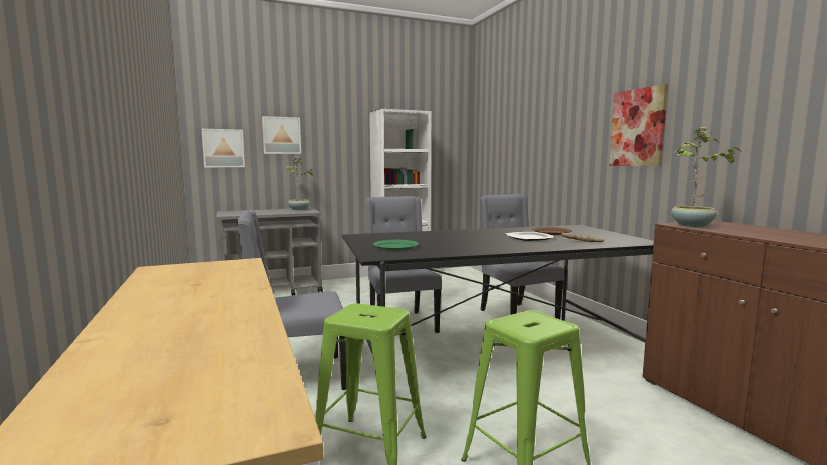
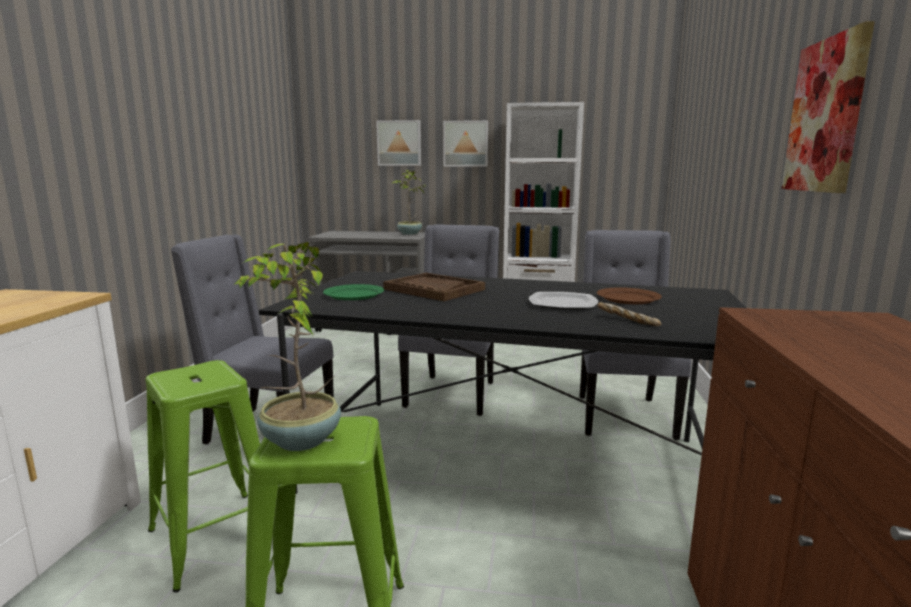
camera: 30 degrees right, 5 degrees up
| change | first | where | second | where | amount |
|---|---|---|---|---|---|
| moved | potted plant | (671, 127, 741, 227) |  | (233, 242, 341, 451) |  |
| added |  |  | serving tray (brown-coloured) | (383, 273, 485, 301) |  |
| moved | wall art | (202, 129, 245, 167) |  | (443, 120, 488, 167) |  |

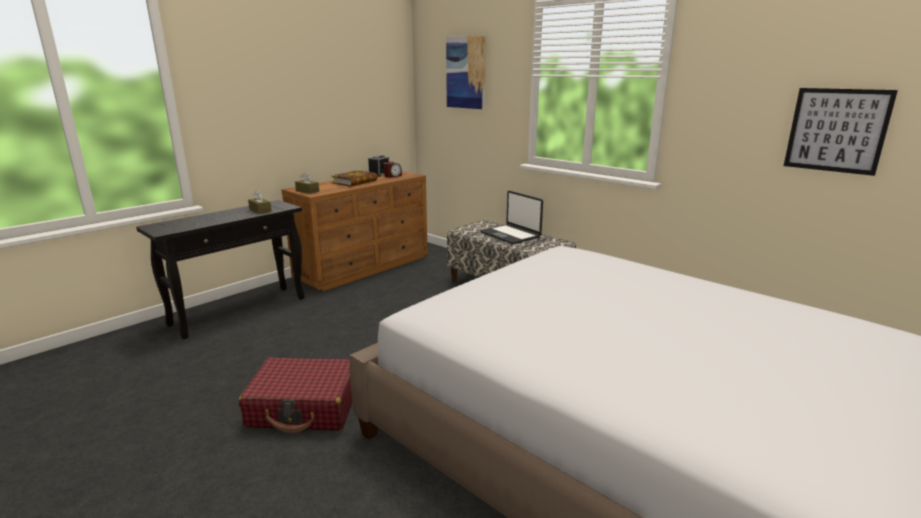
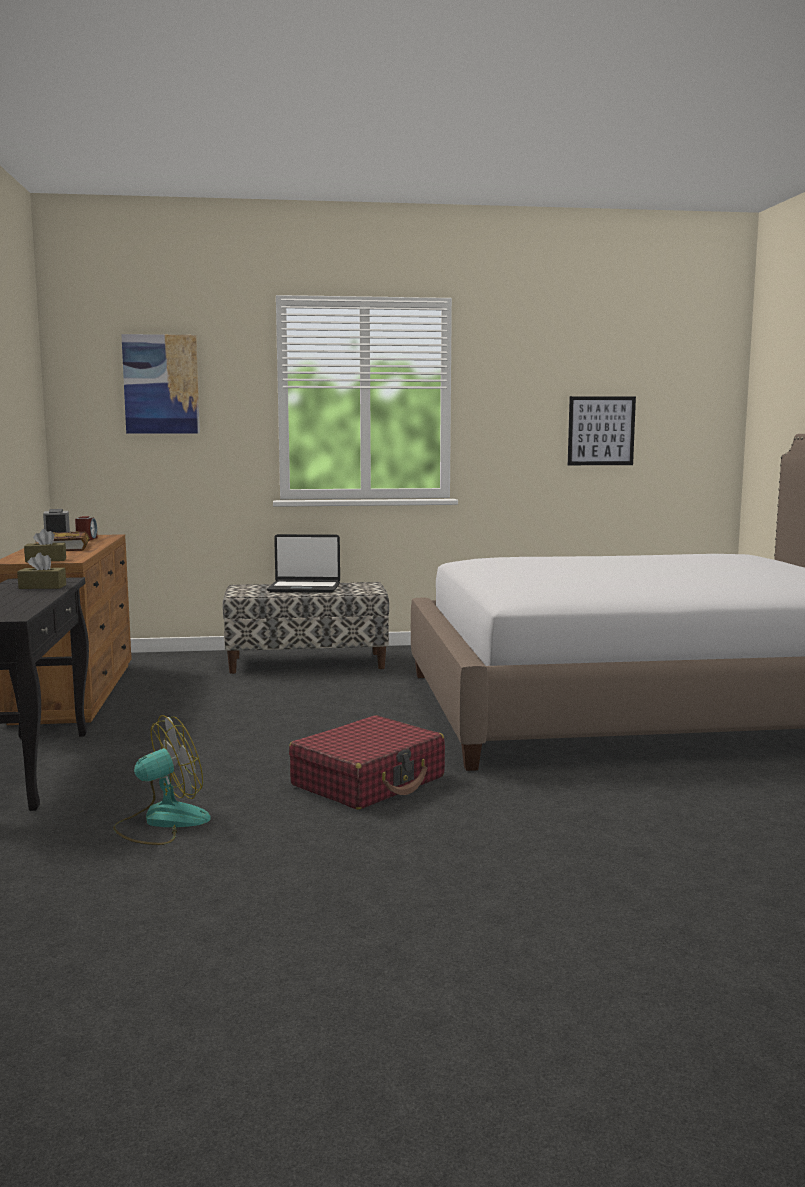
camera: 50 degrees left, 10 degrees down
| change | first | where | second | where | amount |
|---|---|---|---|---|---|
| added |  |  | cooling fan | (113, 715, 211, 845) |  |

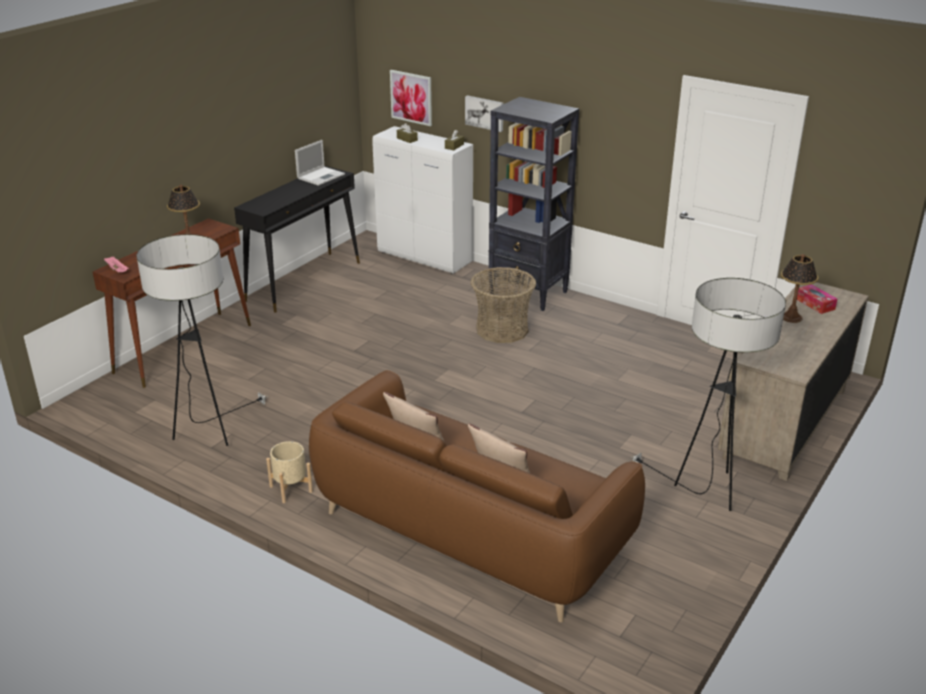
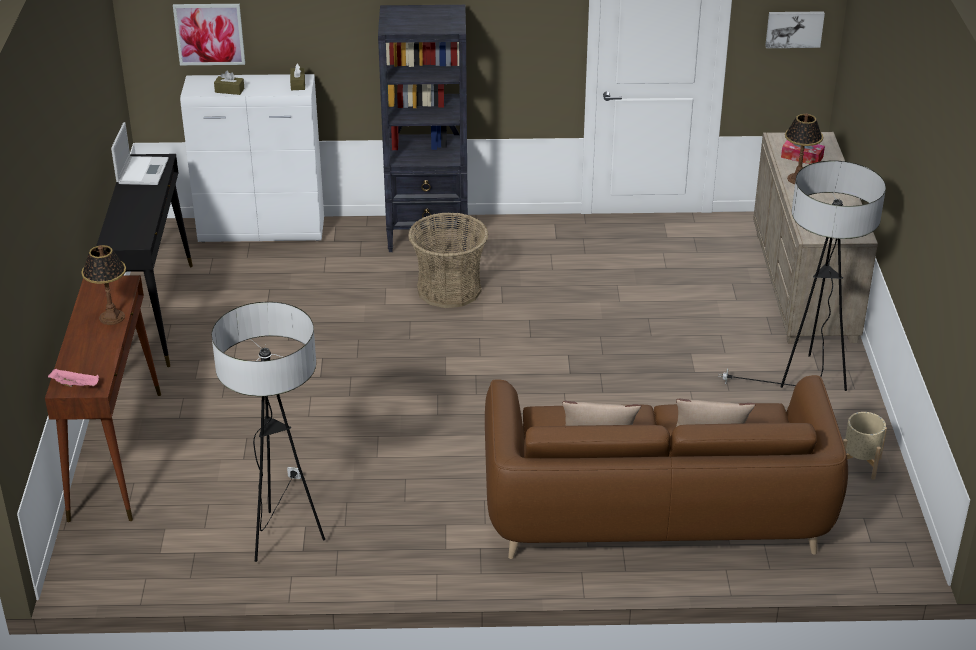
camera: 35 degrees left, 5 degrees up
| change | first | where | second | where | amount |
|---|---|---|---|---|---|
| moved | wall art | (465, 95, 504, 132) |  | (765, 11, 825, 48) |  |
| moved | flower pot (beige) | (266, 441, 313, 503) |  | (843, 412, 887, 479) |  |

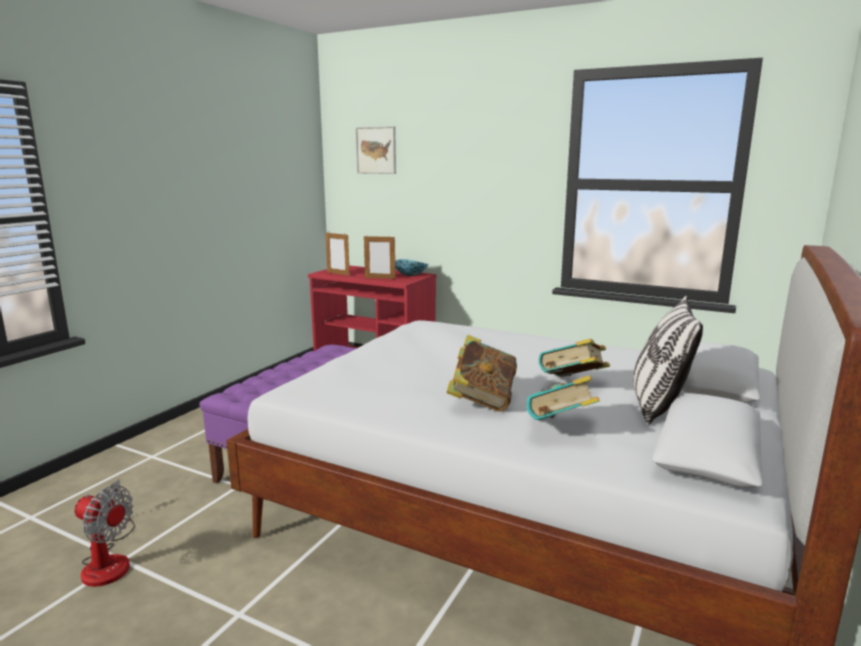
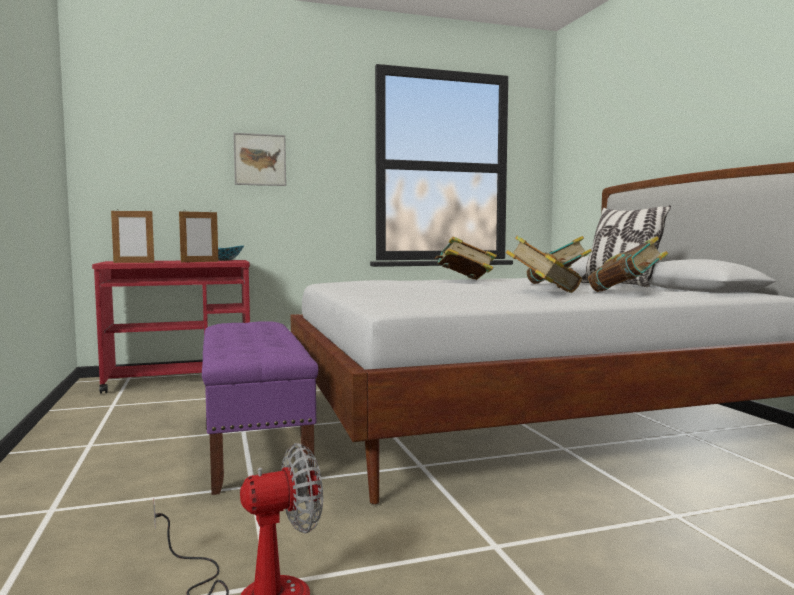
camera: 45 degrees left, 10 degrees down
| change | first | where | second | where | amount |
|---|---|---|---|---|---|
| moved | wall art | (356, 126, 396, 174) |  | (233, 133, 286, 186) |  |
| added |  |  | book | (436, 236, 497, 280) |  |

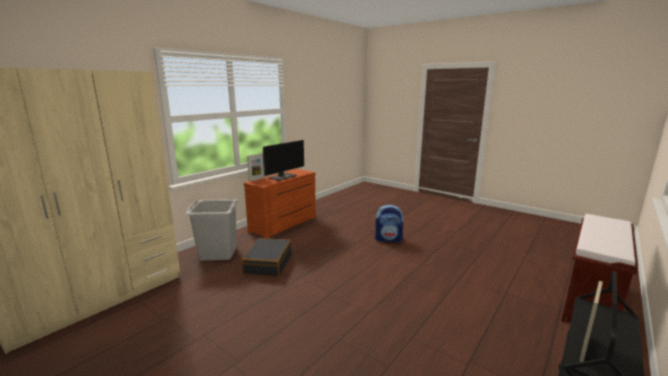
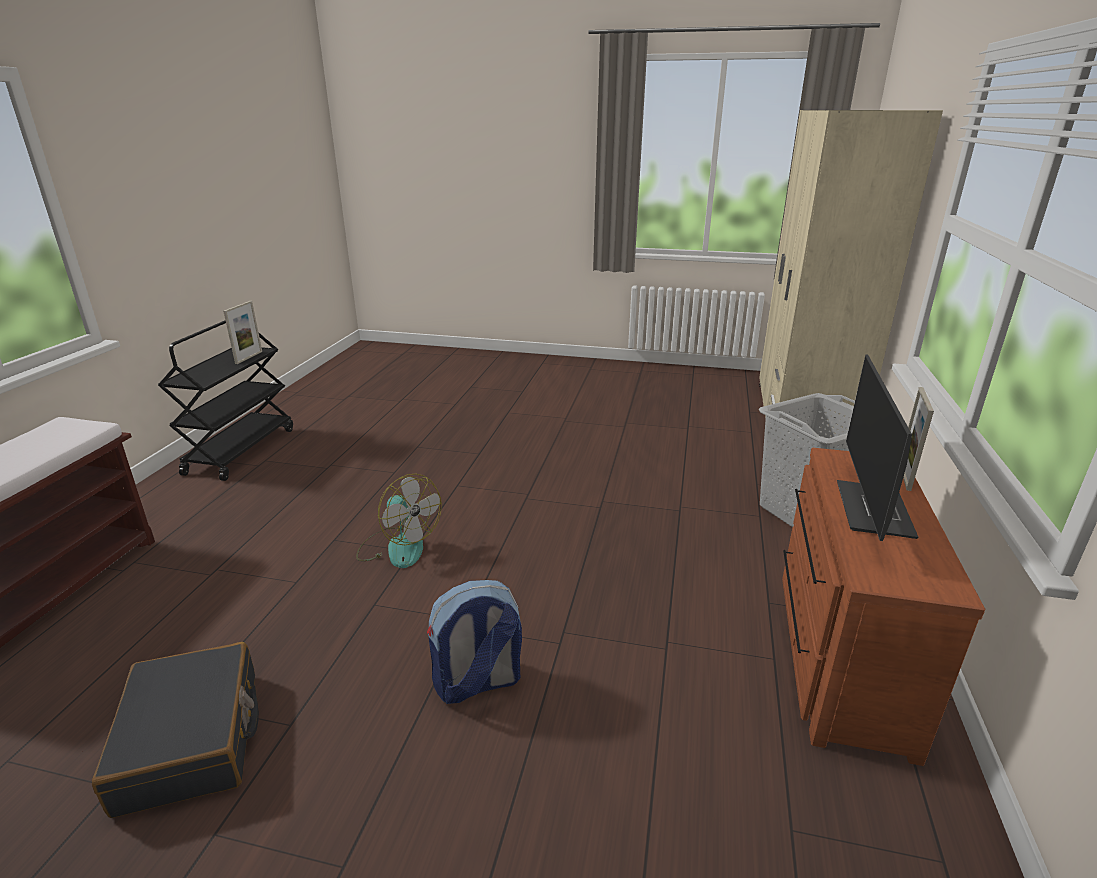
camera: 155 degrees right, 10 degrees up
| change | first | where | second | where | amount |
|---|---|---|---|---|---|
| moved | piece of luggage (black-coloured) | (242, 238, 292, 277) |  | (92, 642, 259, 818) |  |
| added |  |  | cooling fan | (356, 474, 442, 568) |  |

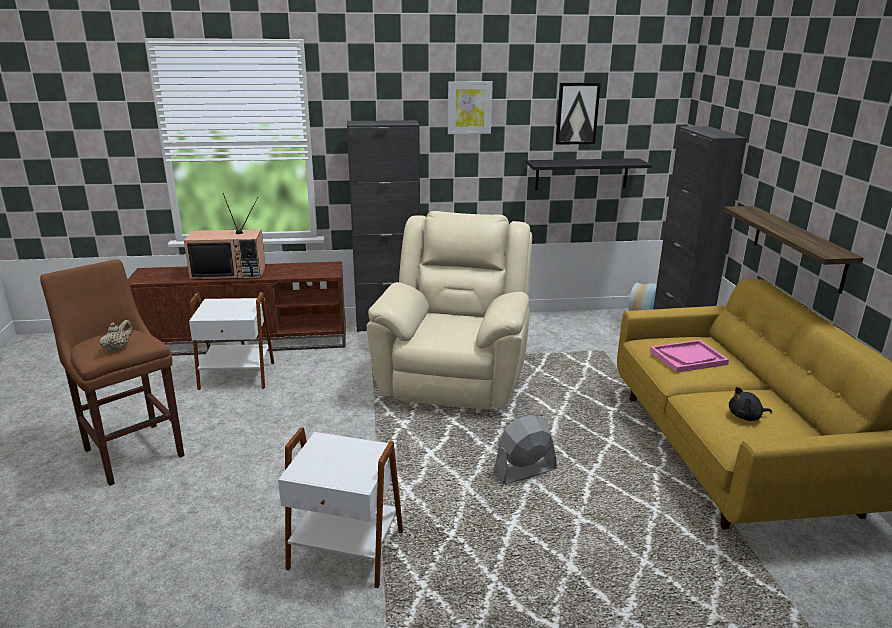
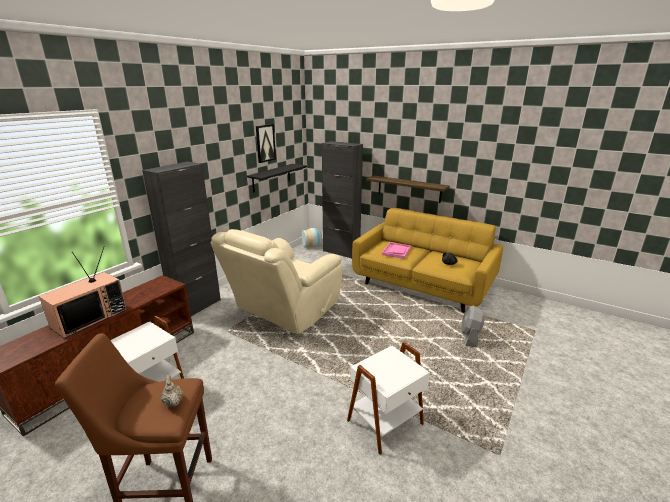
camera: 50 degrees left, 0 degrees up
| change | first | where | second | where | amount |
|---|---|---|---|---|---|
| turned | easy chair (beige) | (367, 211, 532, 413) |  | (211, 229, 343, 334) | 105 degrees counterclockwise |
| moved | cooling fan (gray) | (493, 415, 557, 485) |  | (461, 305, 484, 348) |  |
| removed | wall art | (448, 81, 493, 134) |  |  |  |

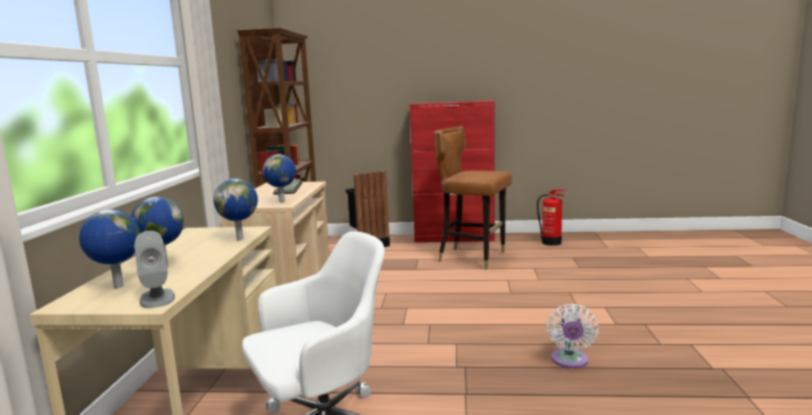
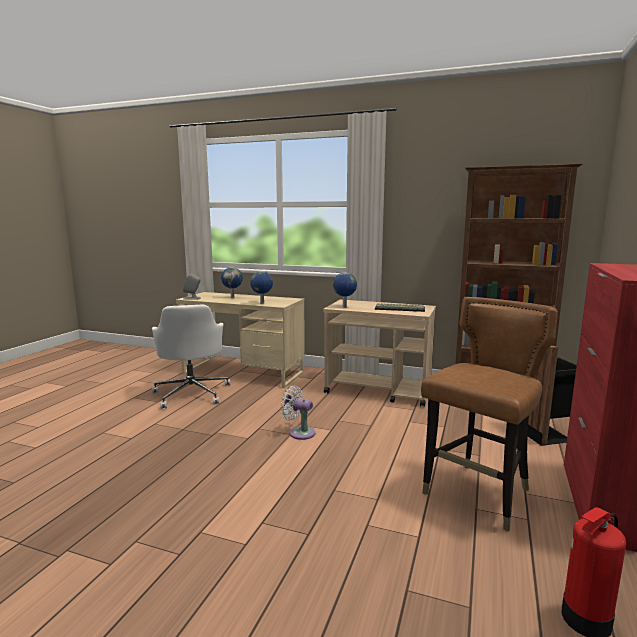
camera: 105 degrees right, 0 degrees up
| change | first | where | second | where | amount |
|---|---|---|---|---|---|
| moved | cooling fan (whitish) | (546, 304, 598, 368) |  | (281, 385, 315, 440) |  |
| removed | world globe | (79, 210, 141, 288) |  |  |  |

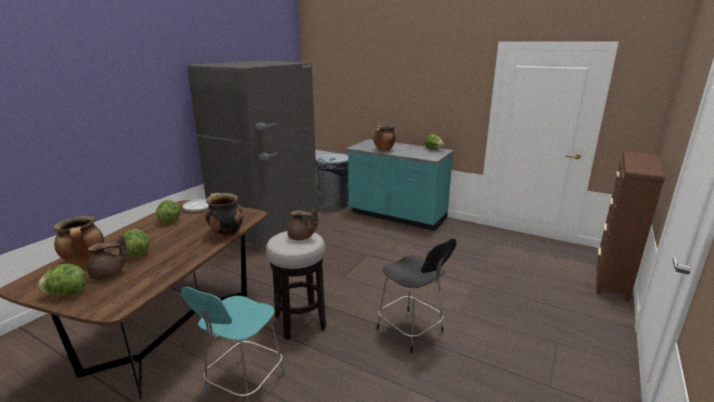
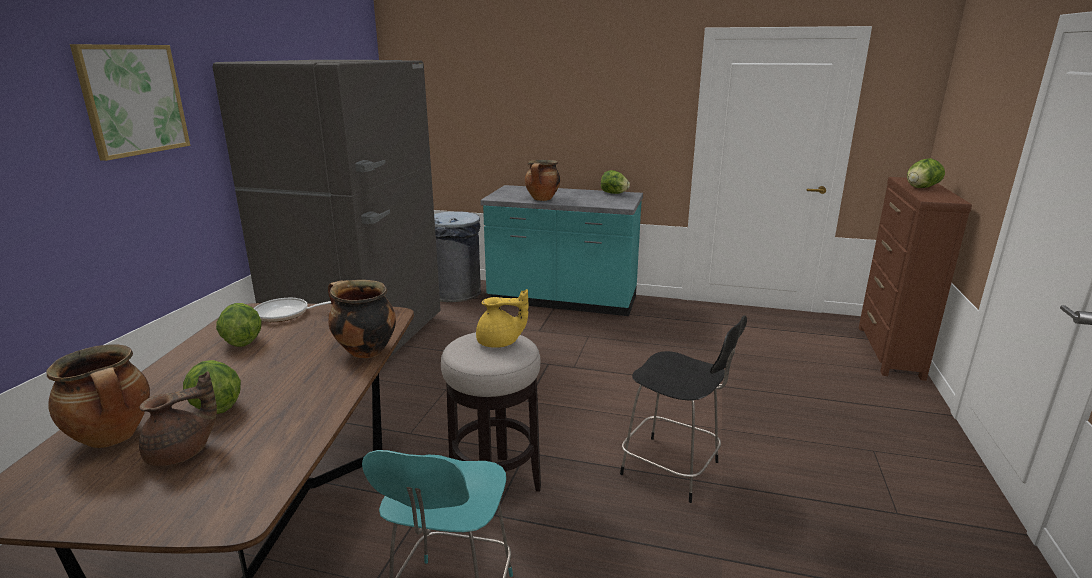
camera: 15 degrees left, 0 degrees up
| change | first | where | second | where | amount |
|---|---|---|---|---|---|
| added |  |  | wall art | (70, 44, 190, 161) |  |
| recoloured | tea pot (brown-coloured) | (287, 208, 318, 240) | tea pot (yellow) | (476, 289, 528, 348) |  |
| moved | lettuce | (38, 263, 86, 295) |  | (907, 158, 945, 188) |  |

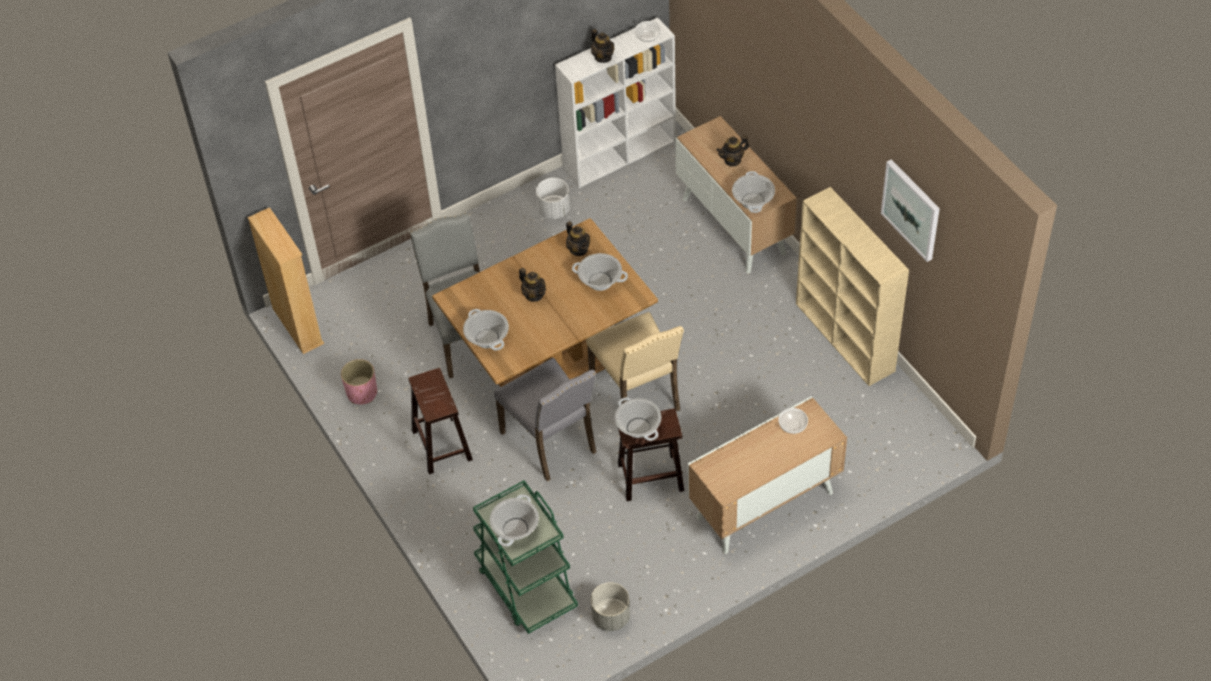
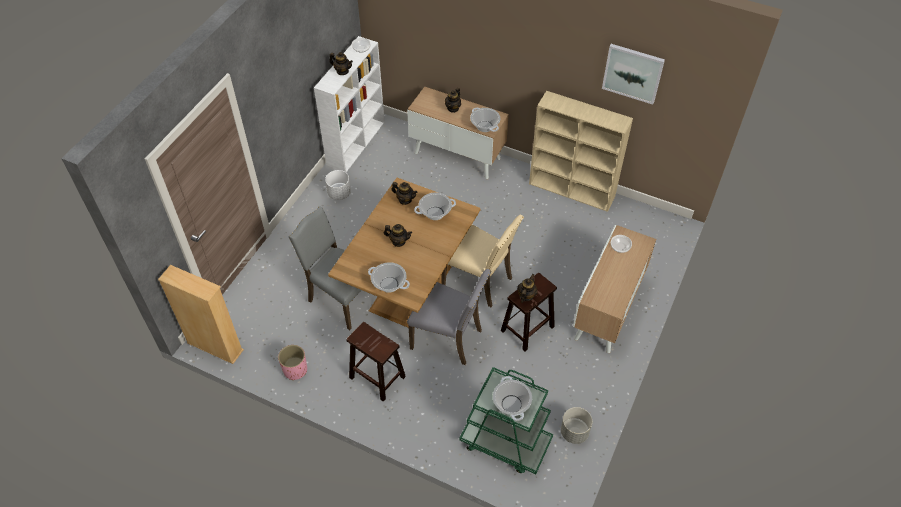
camera: 35 degrees left, 0 degrees up
| change | first | where | second | where | amount |
|---|---|---|---|---|---|
| replaced | cooking pot | (615, 397, 662, 441) | tea pot | (517, 274, 537, 303) |  |

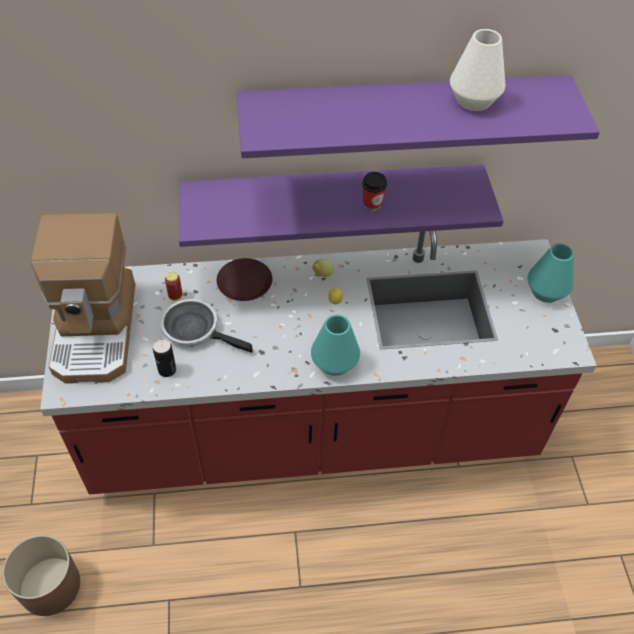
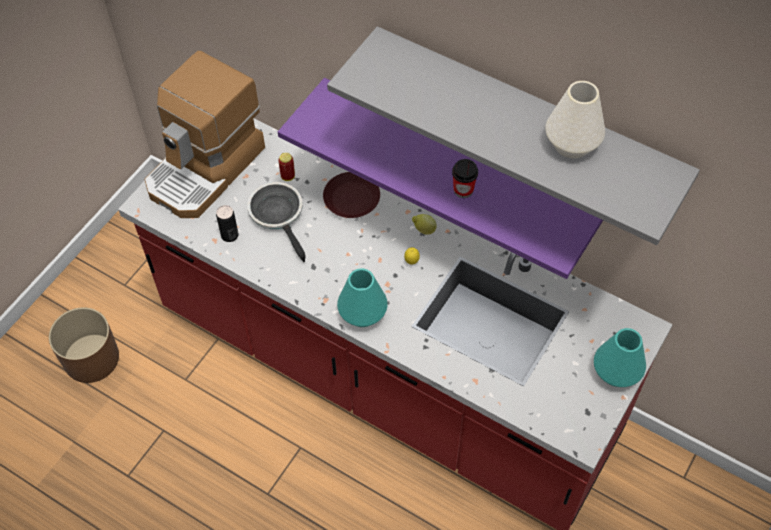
camera: 40 degrees right, 5 degrees up
| change | first | where | second | where | amount |
|---|---|---|---|---|---|
| recoloured | shelf (purple-coloured) | (237, 75, 600, 158) | shelf (gray) | (327, 26, 700, 245) |  |

